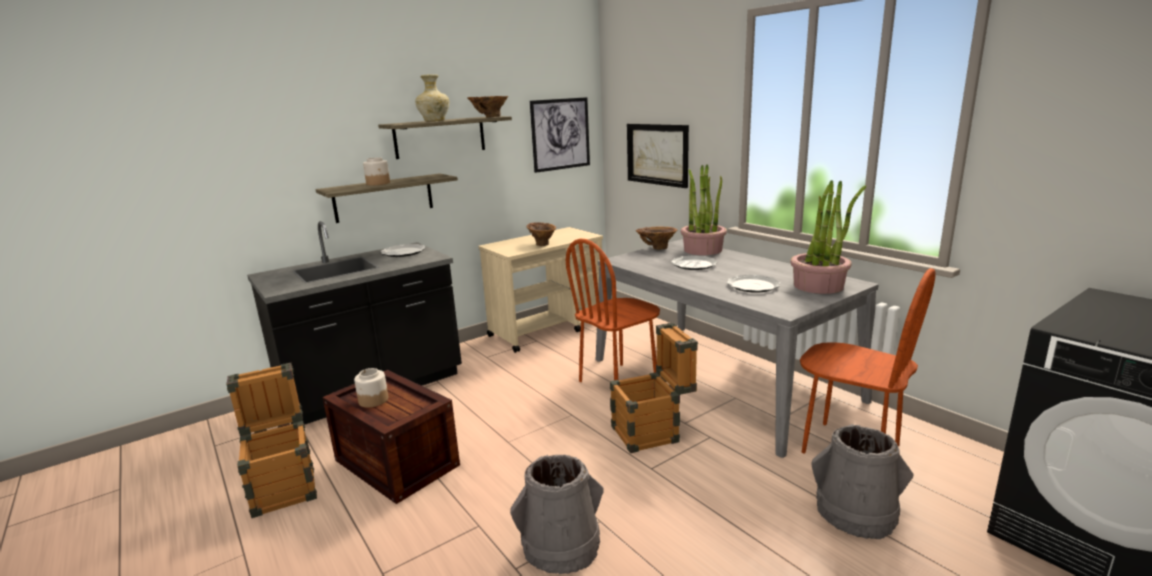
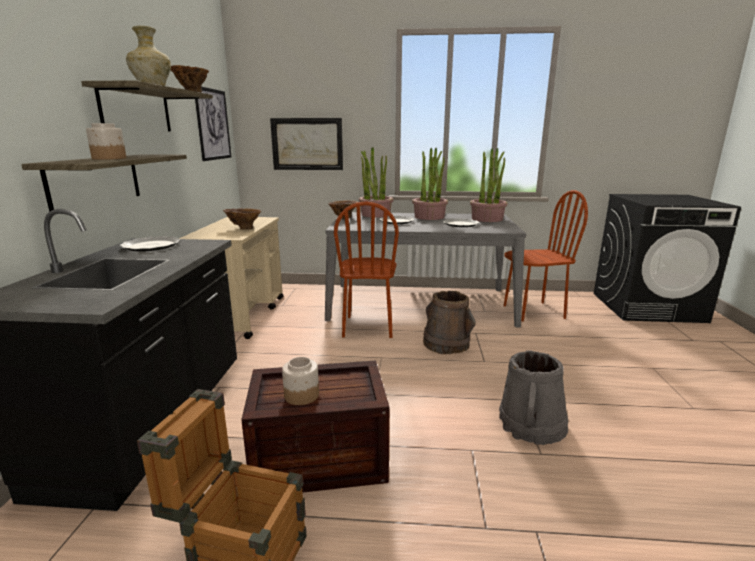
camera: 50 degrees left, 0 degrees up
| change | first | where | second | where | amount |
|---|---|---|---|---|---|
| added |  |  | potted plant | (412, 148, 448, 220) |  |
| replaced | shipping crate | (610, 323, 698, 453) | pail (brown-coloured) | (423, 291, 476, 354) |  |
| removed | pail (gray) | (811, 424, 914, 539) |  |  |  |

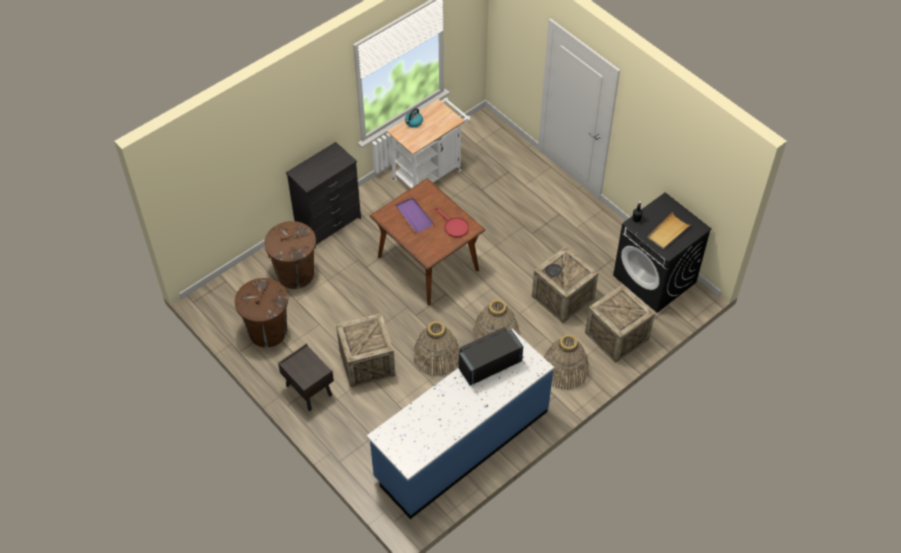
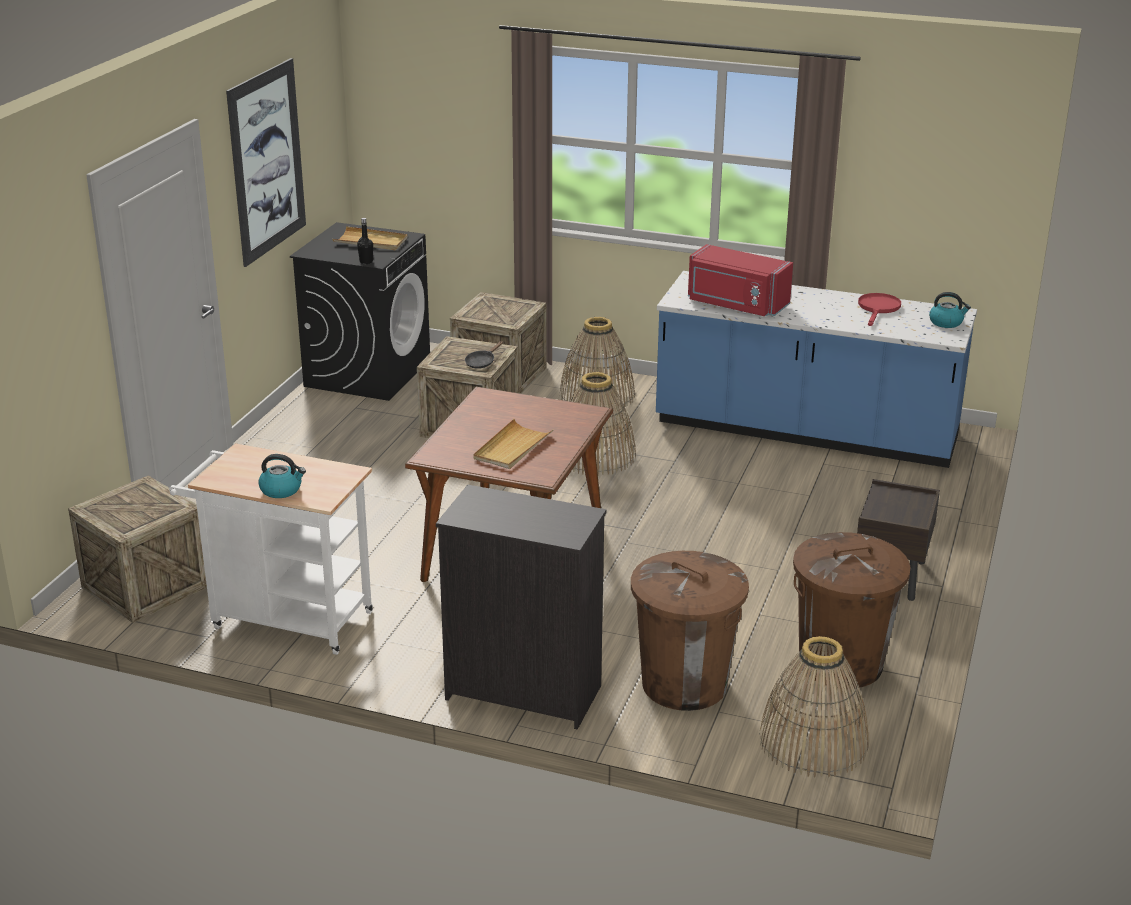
camera: 120 degrees left, 25 degrees down
| change | first | where | second | where | amount |
|---|---|---|---|---|---|
| moved | shipping crate | (336, 313, 395, 387) |  | (68, 476, 207, 623) |  |
| added |  |  | wall art | (226, 58, 306, 267) |  |
| recoloured | serving tray (purple-coloured) | (396, 197, 434, 233) | serving tray (beige) | (473, 419, 554, 469) |  |
| recoloured | microwave oven (black-coloured) | (458, 327, 523, 386) | microwave oven (reddish) | (688, 244, 793, 316) |  |
| moved | basket | (414, 321, 460, 376) |  | (759, 636, 869, 777) |  |
| moved | frying pan (reddish) | (435, 207, 469, 237) |  | (858, 293, 901, 326) |  |
| added |  |  | water kettle | (929, 292, 971, 328) |  |

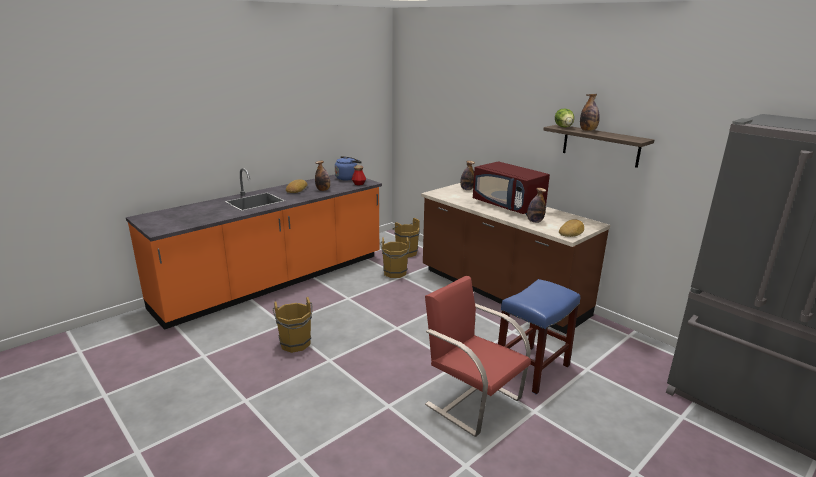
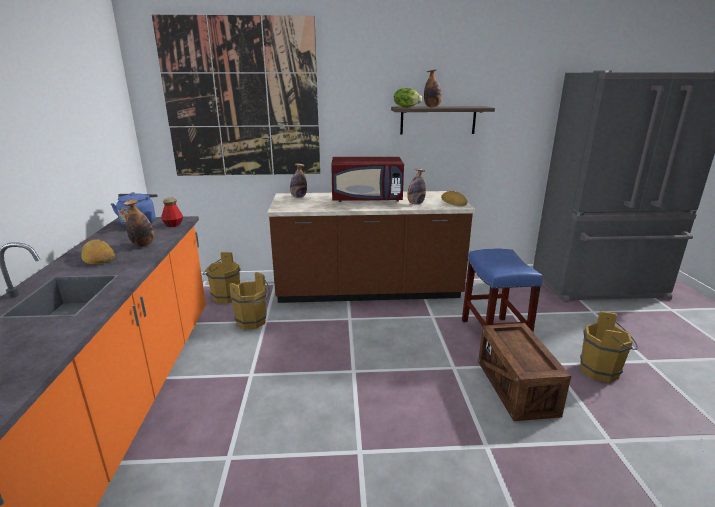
camera: 50 degrees left, 0 degrees up
| change | first | where | second | where | amount |
|---|---|---|---|---|---|
| added |  |  | wall art | (152, 15, 320, 176) |  |
| replaced | upright chair (reddish) | (425, 276, 531, 437) | shipping crate | (478, 323, 571, 421) |  |
| moved | pail (brown-coloured) | (273, 297, 313, 353) |  | (580, 311, 638, 383) |  |

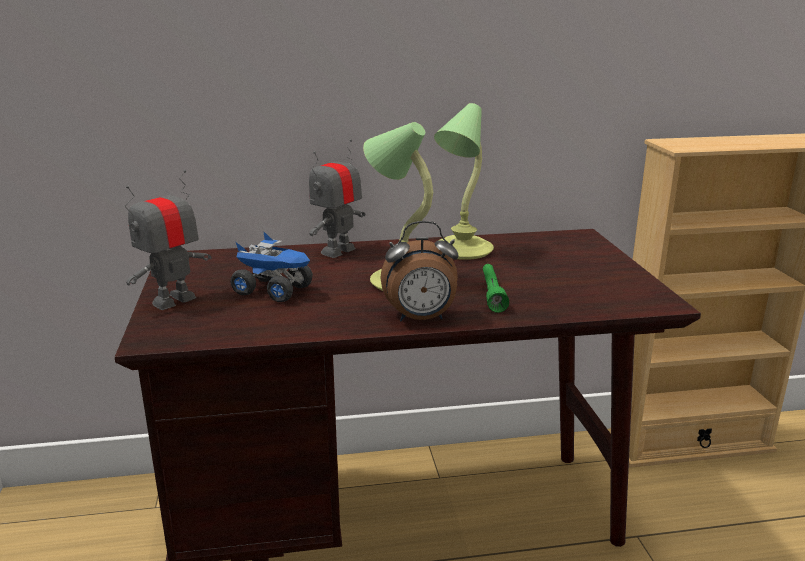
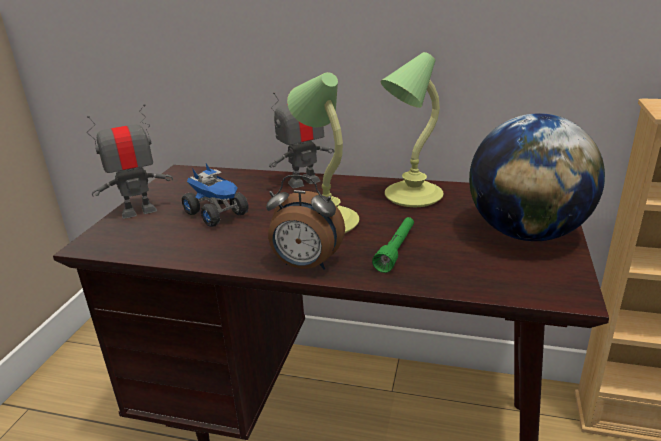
camera: 25 degrees right, 5 degrees up
| change | first | where | second | where | amount |
|---|---|---|---|---|---|
| added |  |  | world globe | (469, 113, 605, 241) |  |

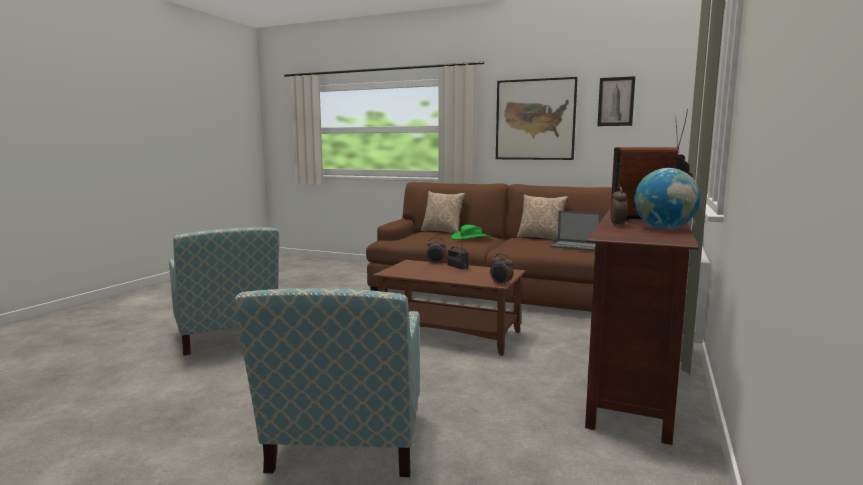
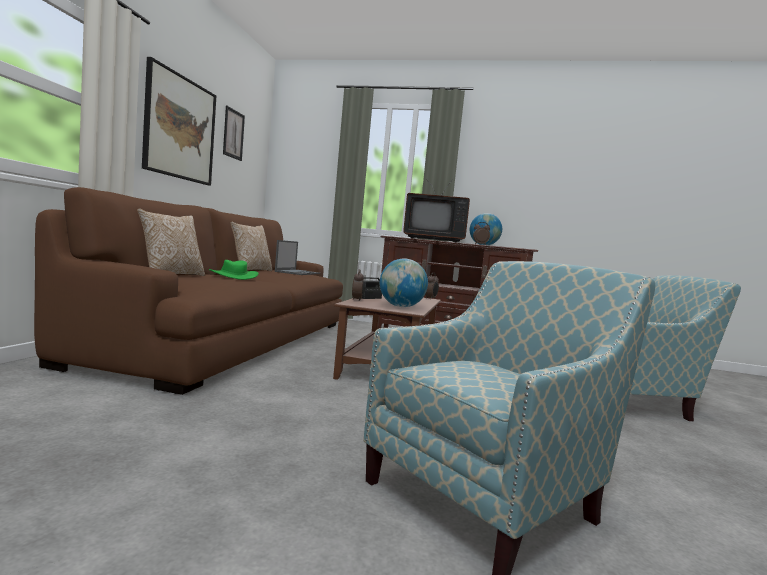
camera: 100 degrees left, 5 degrees down
| change | first | where | second | where | amount |
|---|---|---|---|---|---|
| added |  |  | world globe | (380, 259, 428, 307) |  |

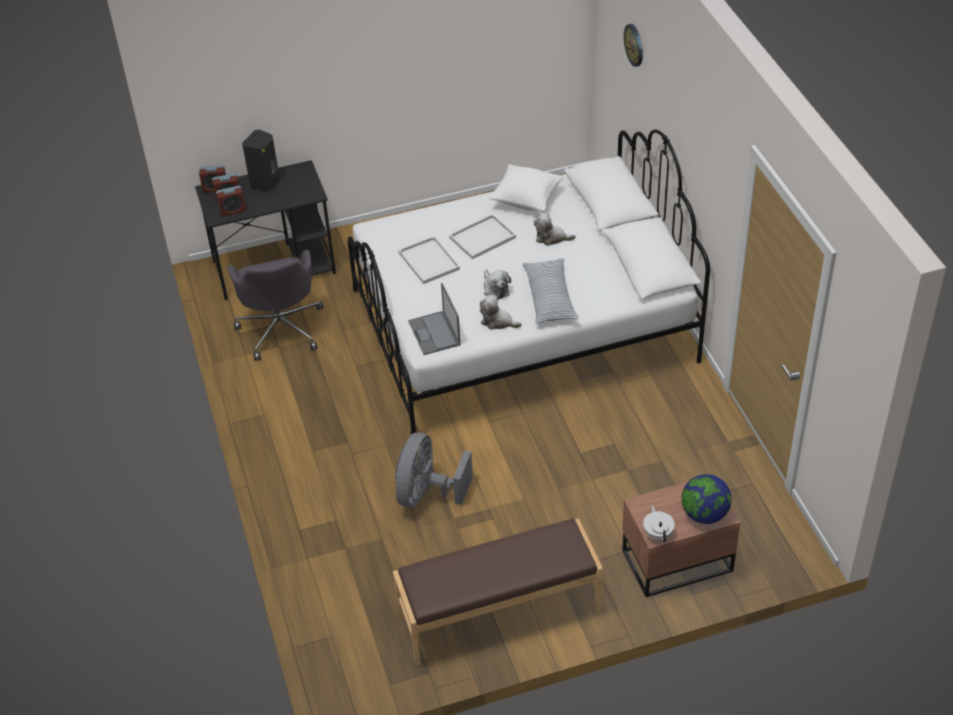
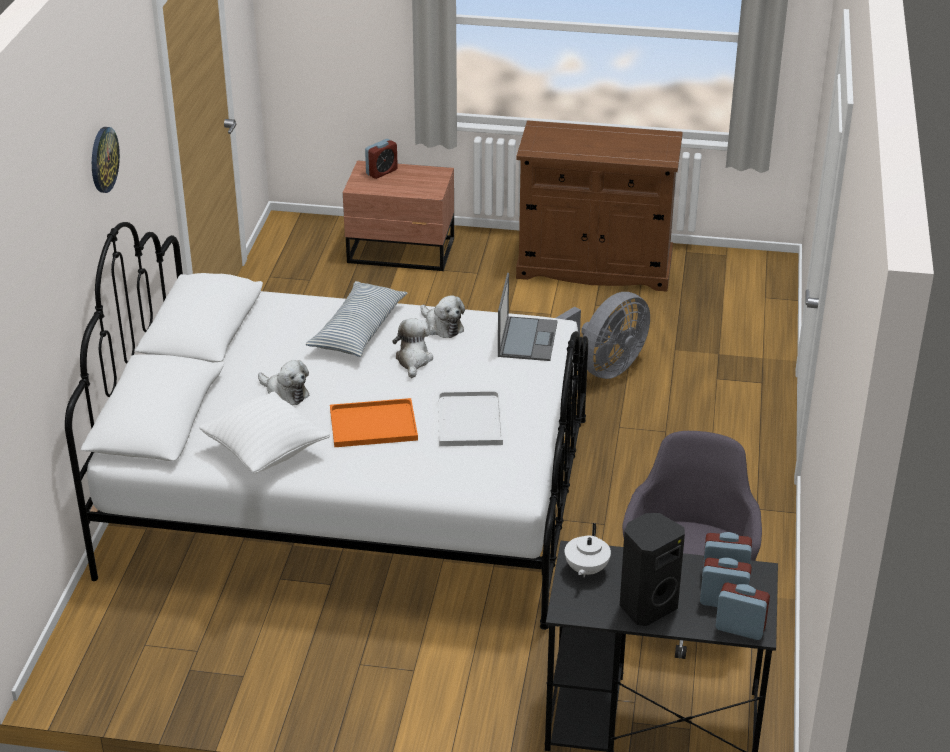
camera: 155 degrees left, 10 degrees down
| change | first | where | second | where | amount |
|---|---|---|---|---|---|
| moved | wall clock | (624, 24, 643, 67) |  | (92, 127, 120, 193) |  |
| recoloured | serving tray (whitish) | (449, 214, 516, 259) | serving tray (orange-coloured) | (330, 398, 418, 447) |  |
| replaced | world globe | (681, 474, 732, 524) | alarm clock | (365, 139, 398, 179) |  |
| replaced | indoor bench (brown-coloured) | (393, 519, 603, 666) | storage cabinet (brown-coloured) | (516, 120, 683, 292) |  |
| moved | tea pot (whitish) | (643, 505, 675, 543) |  | (565, 523, 611, 578) |  |

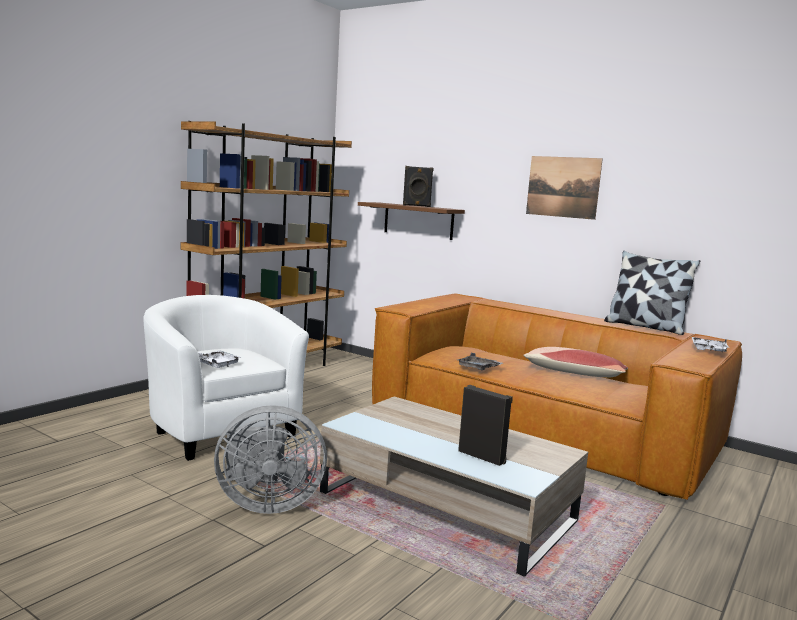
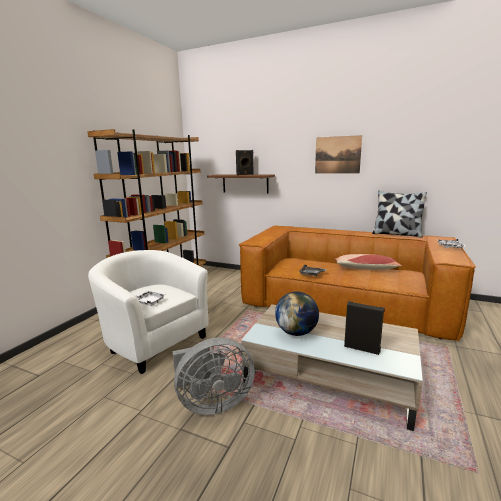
camera: 10 degrees left, 5 degrees up
| change | first | where | second | where | amount |
|---|---|---|---|---|---|
| added |  |  | world globe | (275, 291, 319, 336) |  |

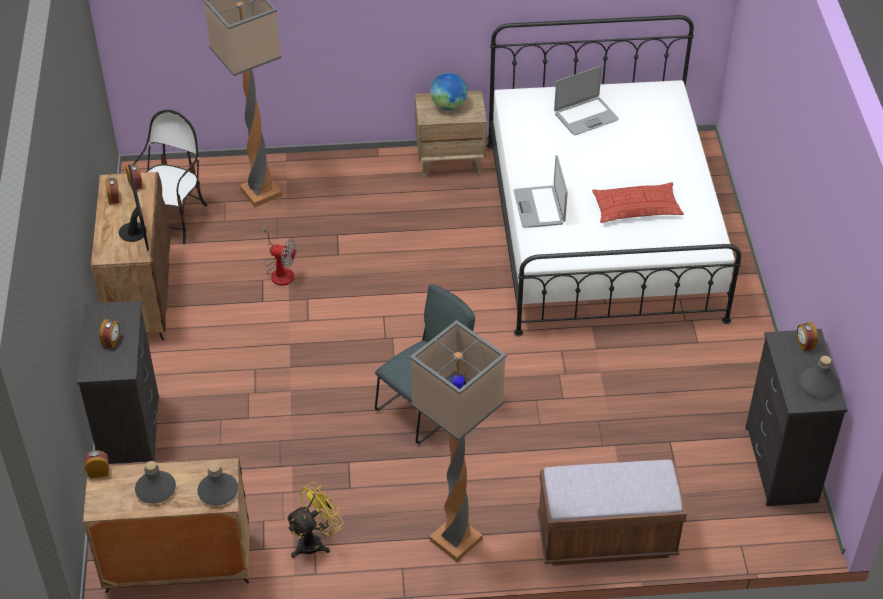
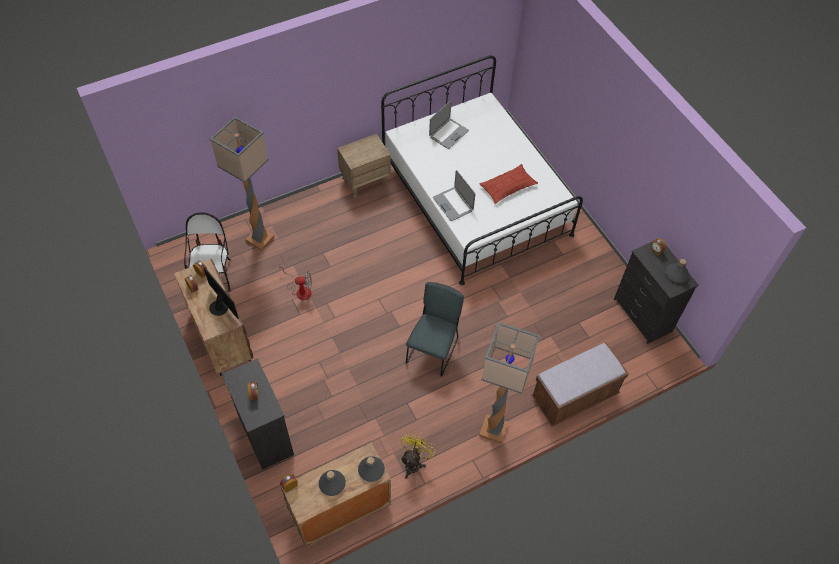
camera: 25 degrees left, 10 degrees up
| change | first | where | second | where | amount |
|---|---|---|---|---|---|
| removed | world globe | (430, 73, 467, 110) |  |  |  |

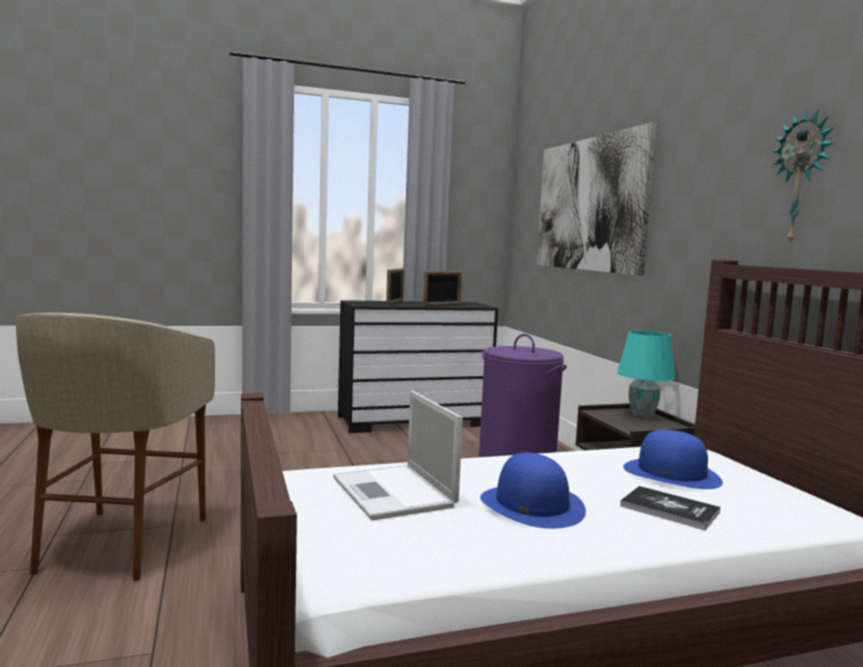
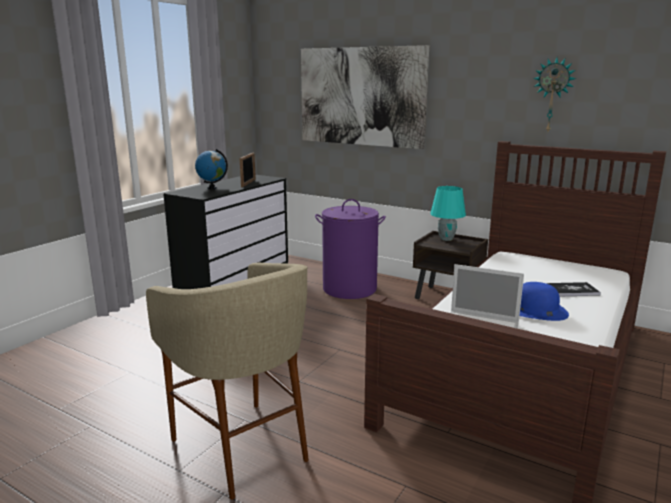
camera: 40 degrees left, 10 degrees up
| change | first | where | second | where | amount |
|---|---|---|---|---|---|
| replaced | standing frame | (386, 268, 404, 305) | world globe | (195, 149, 228, 189) |  |
| removed | clothing hat (blue-coloured) | (623, 430, 723, 489) |  |  |  |

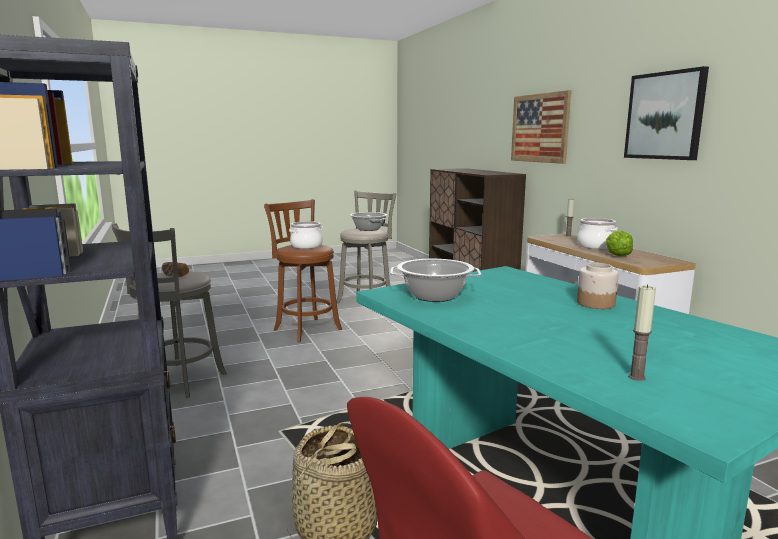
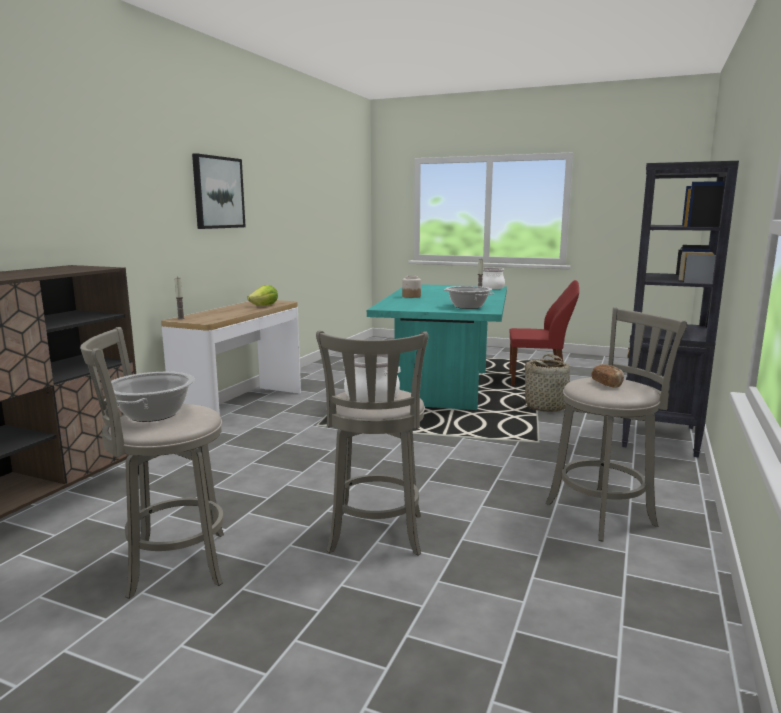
camera: 135 degrees left, 0 degrees up
| change | first | where | second | where | amount |
|---|---|---|---|---|---|
| recoloured | sitting stool (brown-coloured) | (264, 199, 342, 342) | sitting stool (gray) | (316, 330, 428, 556) |  |
| moved | cooking pot | (577, 218, 618, 249) |  | (482, 268, 505, 289) |  |
| removed | wall art | (511, 90, 571, 164) |  |  |  |

